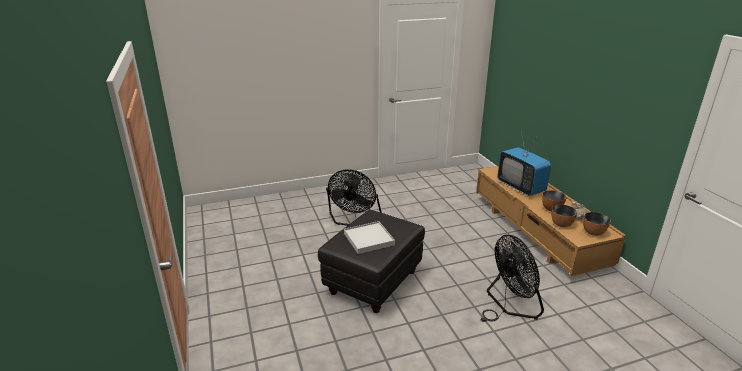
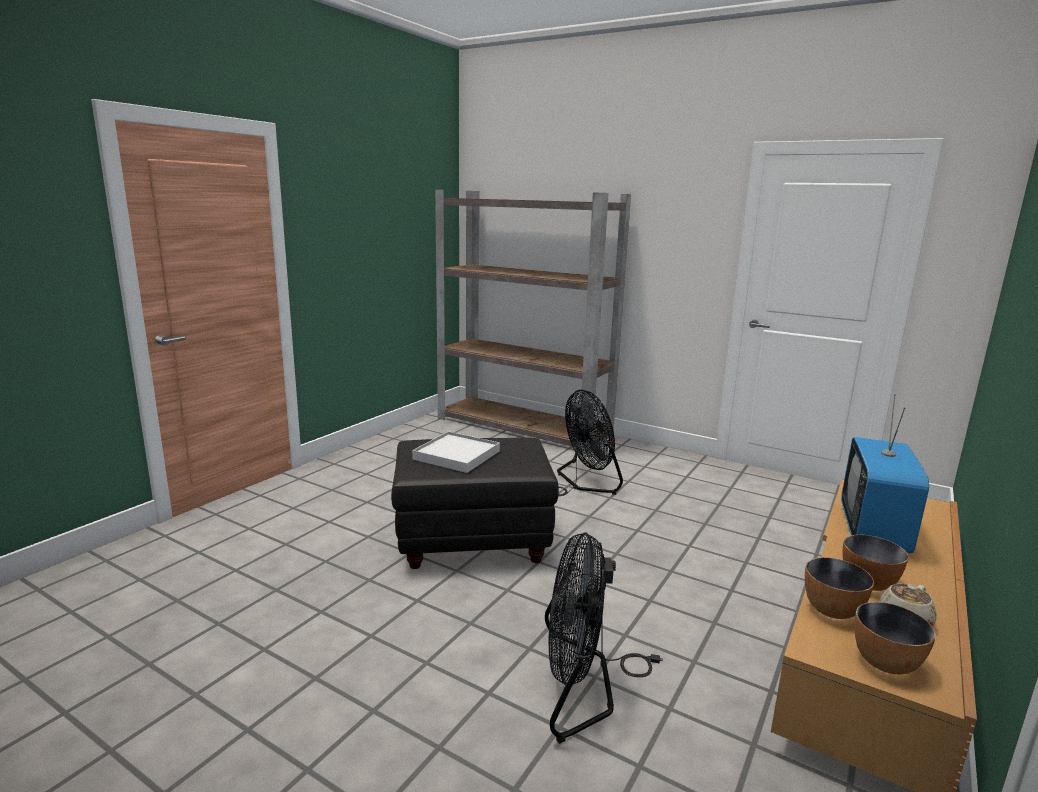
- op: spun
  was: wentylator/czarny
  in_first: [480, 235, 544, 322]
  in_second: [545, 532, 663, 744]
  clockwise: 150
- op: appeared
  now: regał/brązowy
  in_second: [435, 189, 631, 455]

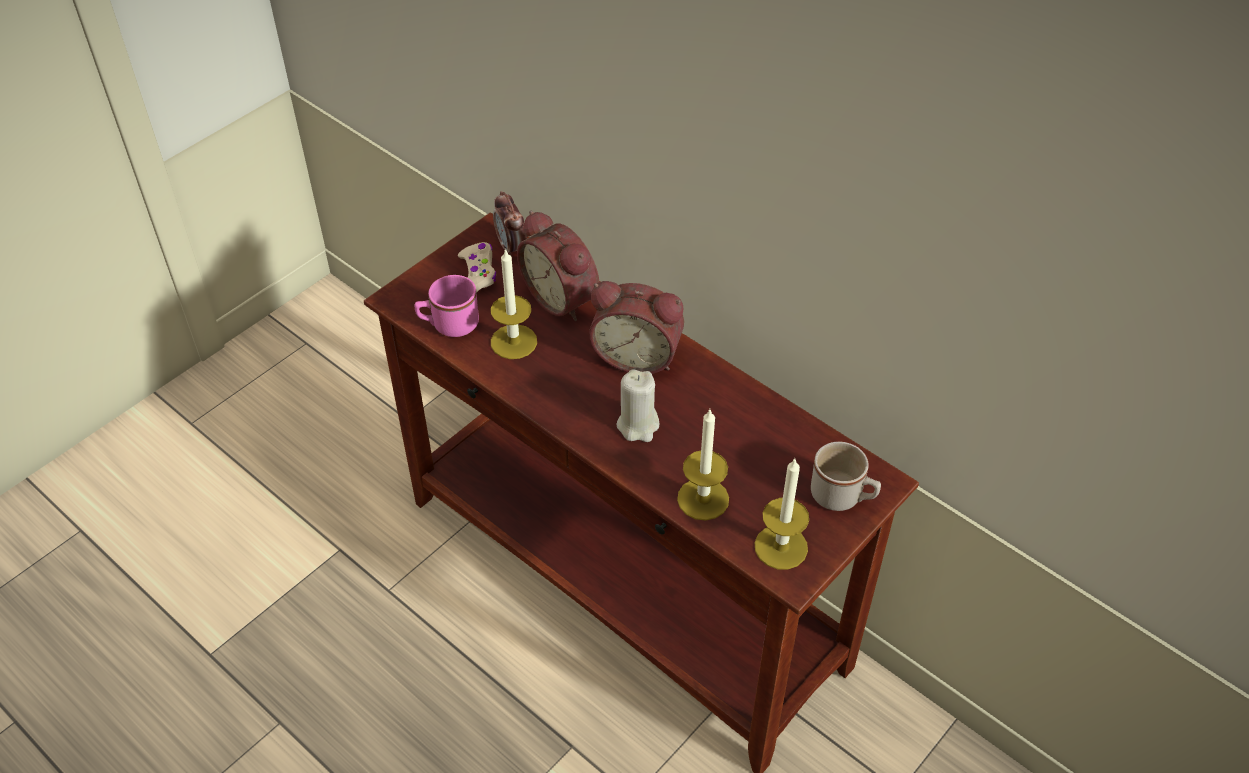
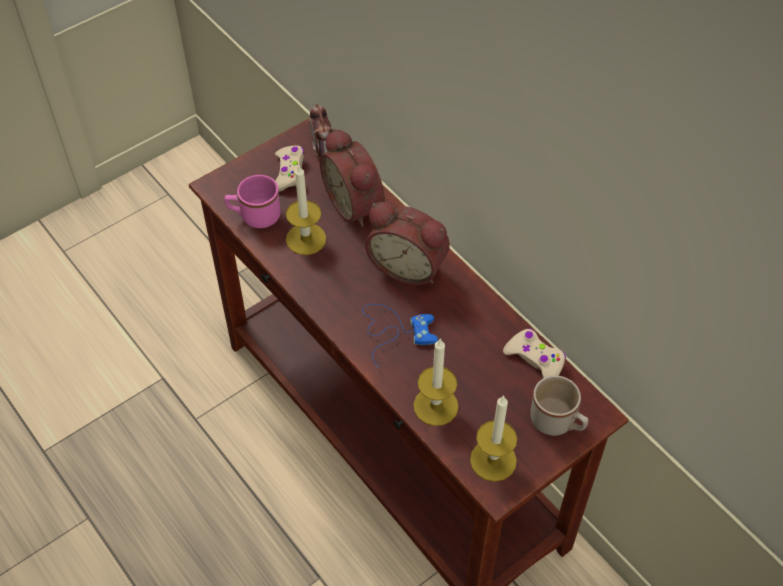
- op: exchanged
  was: świeca/beżowy
  now: pad do gier/niebieski
  in_first: [617, 369, 659, 442]
  in_second: [362, 304, 438, 369]
- op: appeared
  now: pad do gier/beżowy
  in_second: [503, 328, 566, 378]

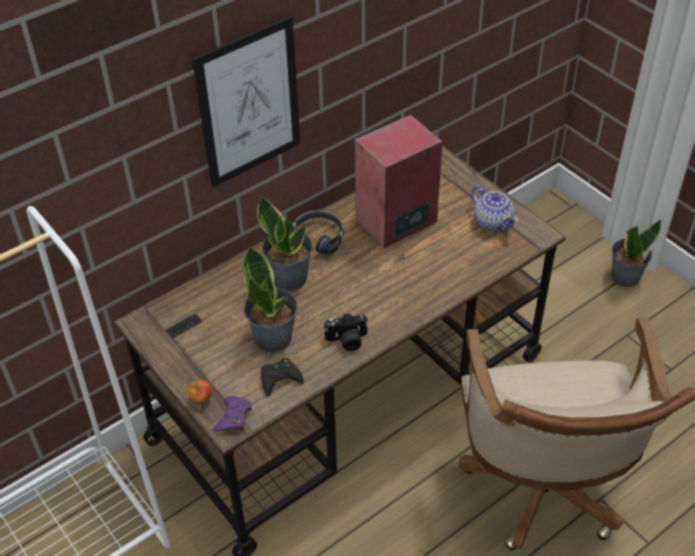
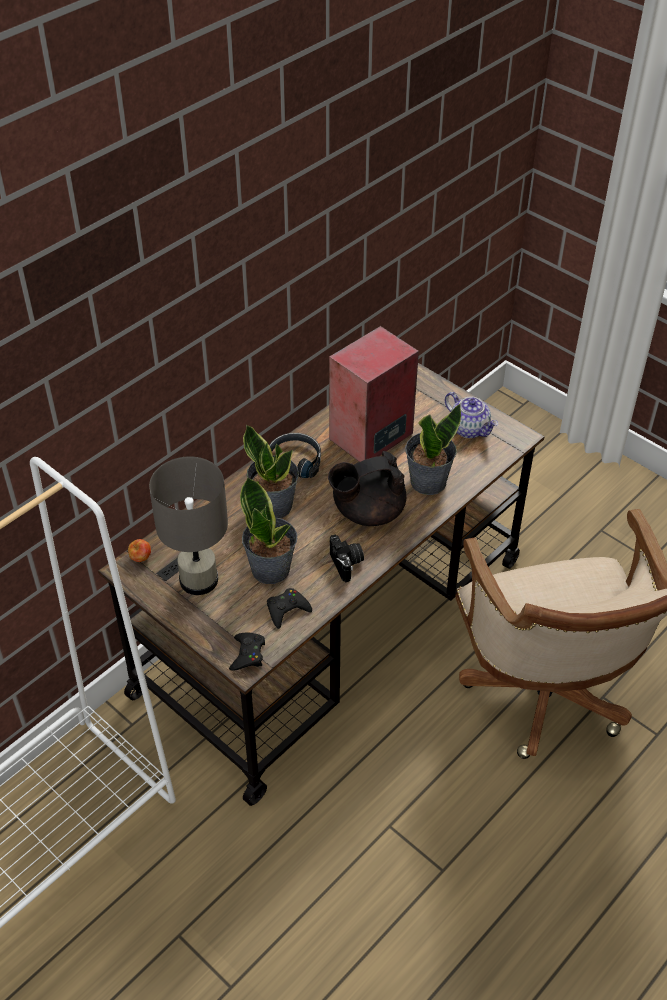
- op: relocated
  was: jabłko
  in_first: [189, 380, 212, 403]
  in_second: [128, 539, 151, 562]
- op: missing
  was: obraz
  in_first: [192, 16, 300, 187]
- op: colour
  was: pad do gier/fioletowy
  now: pad do gier/czarny
  in_first: [213, 396, 252, 432]
  in_second: [229, 633, 265, 671]
- op: spun
  was: aparat fotograficzny
  in_first: [324, 313, 368, 351]
  in_second: [330, 535, 364, 582]
  clockwise: -90
- op: relocated
  was: roślina doniczkowa
  in_first: [612, 220, 661, 287]
  in_second: [405, 404, 461, 495]
- op: appeared
  now: lampa stołowa/szary
  in_second: [149, 456, 228, 595]
- op: appeared
  now: imbryk/czarny
  in_second: [328, 451, 407, 526]

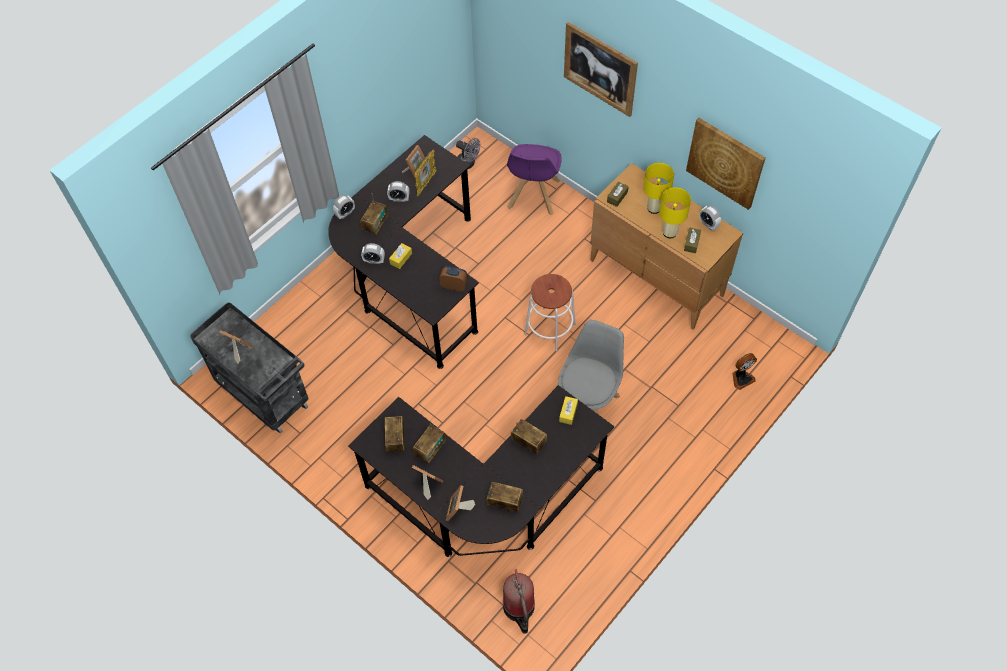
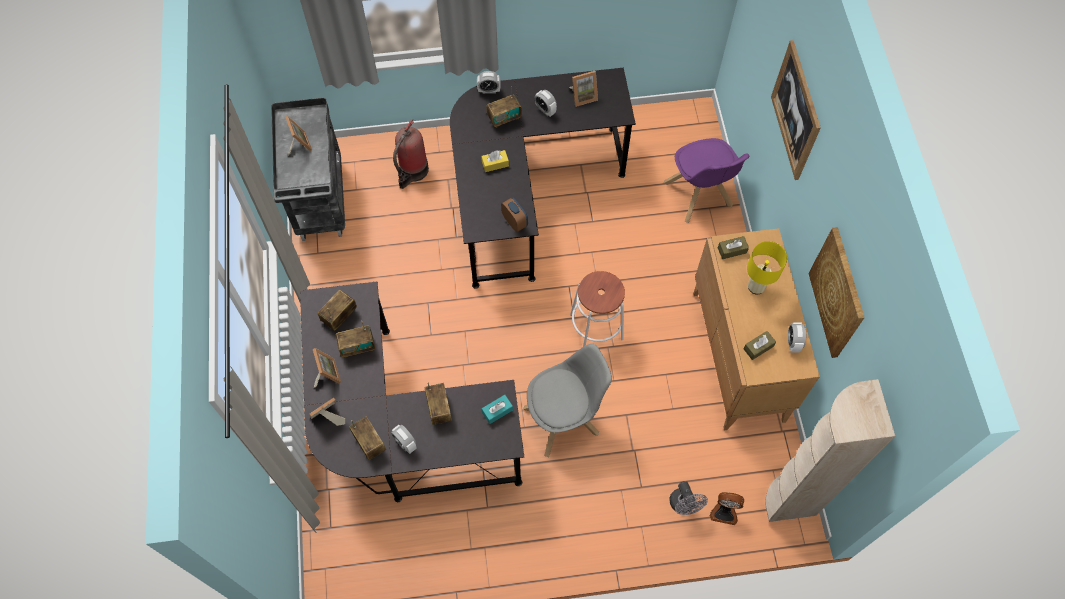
- op: relocated
  was: budzik
  in_first: [361, 243, 385, 264]
  in_second: [391, 425, 417, 454]
- op: missing
  was: ramka na zdjęcie
  in_first: [414, 149, 436, 196]
- op: relocated
  was: wentylator/szary
  in_first: [456, 138, 480, 169]
  in_second: [670, 481, 708, 515]
- op: relocated
  was: gaśnica
  in_first: [503, 569, 535, 634]
  in_second: [393, 119, 429, 189]
- op: spun
  was: krzesło/fioletowy
  in_first: [507, 144, 562, 215]
  in_second: [664, 138, 750, 223]
  clockwise: -75
- op: colour
  was: pudełko chusteczek/żółty
  now: pudełko chusteczek/turkusowy
  in_first: [559, 396, 578, 425]
  in_second: [482, 395, 513, 424]
- op: missing
  was: lampa stołowa/żółty
  in_first: [659, 187, 691, 238]
- op: appeared
  now: regał/beżowy
  in_second: [765, 379, 895, 522]

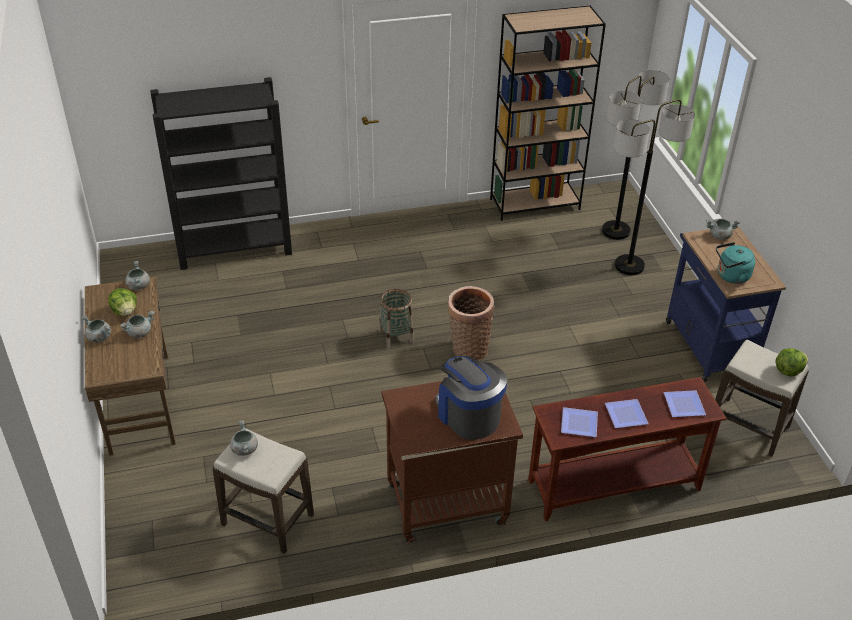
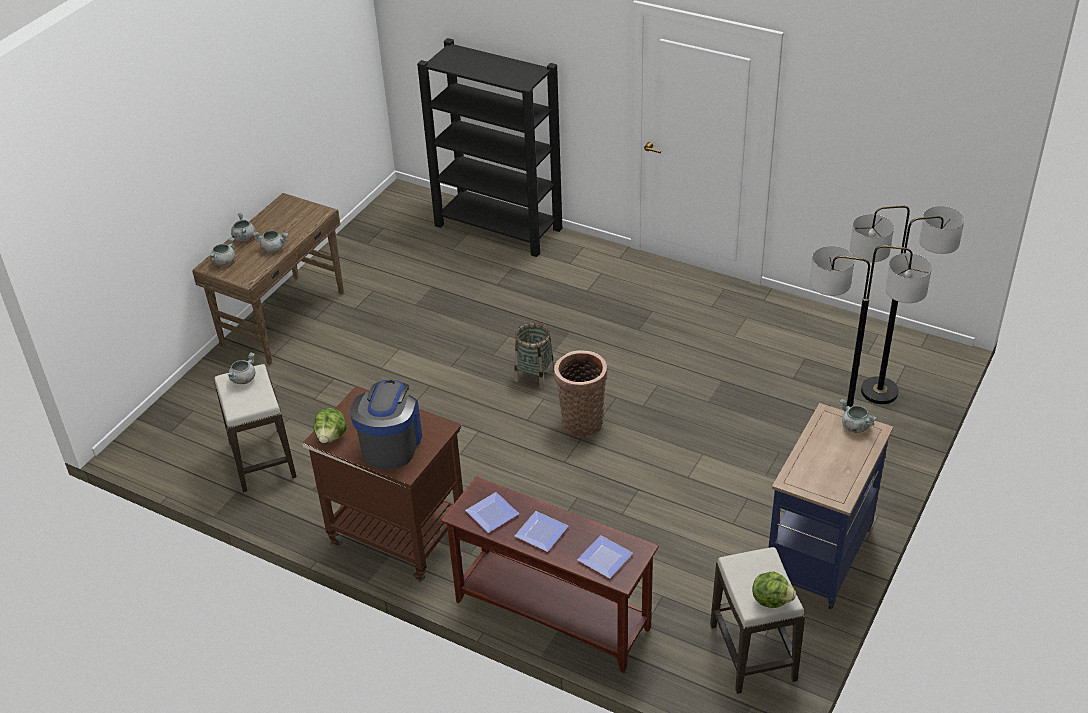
- op: relocated
  was: sałata
  in_first: [108, 288, 137, 316]
  in_second: [313, 408, 347, 443]
- op: relocated
  was: garnek/szary
  in_first: [125, 261, 150, 290]
  in_second: [209, 237, 235, 266]
- op: missing
  was: regał/beżowy
  in_first: [490, 6, 606, 221]
- op: missing
  was: czajnik/turkusowy
  in_first: [716, 242, 755, 284]

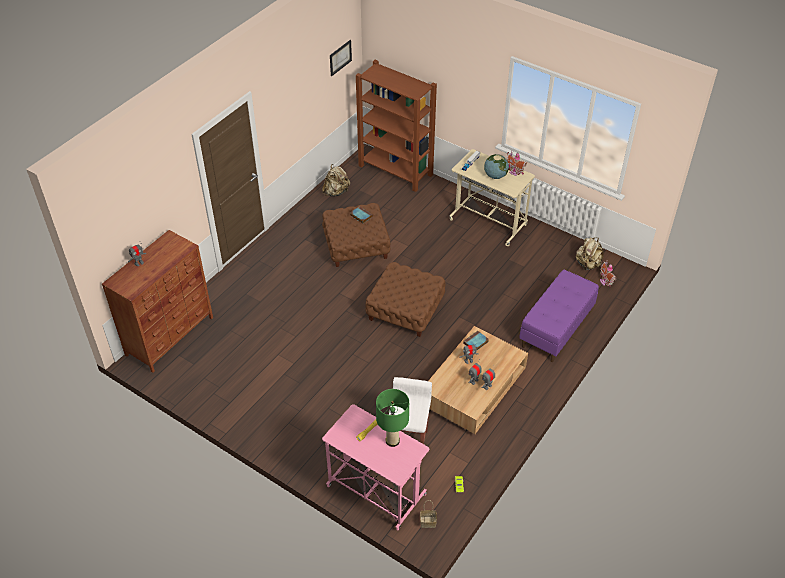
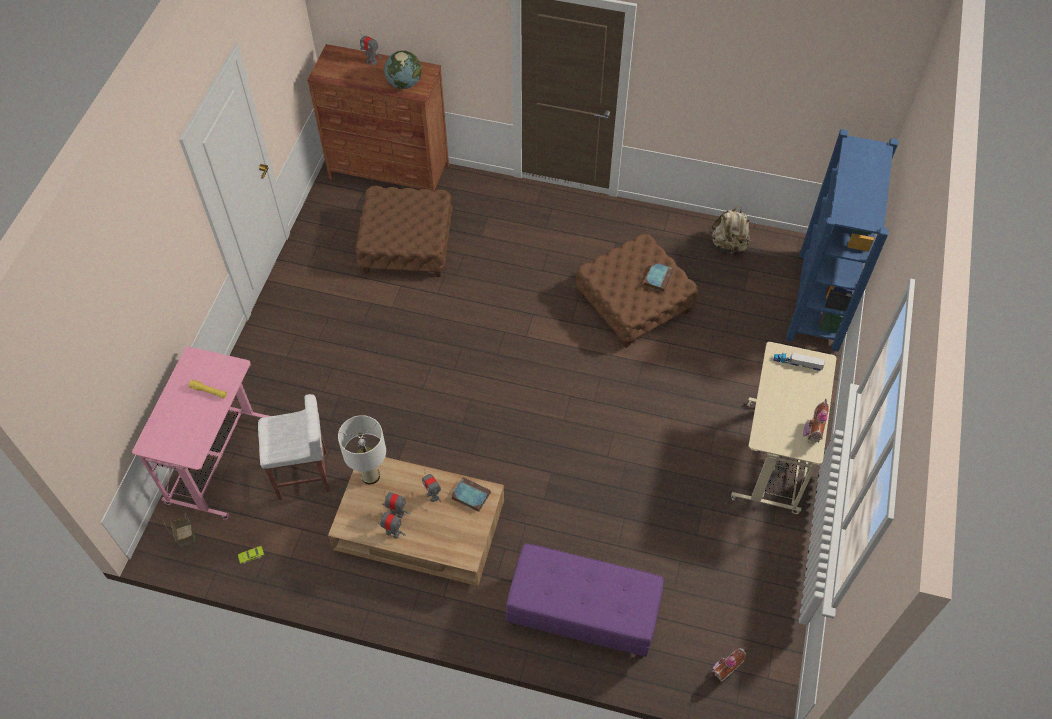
- op: missing
  was: obraz
  in_first: [330, 40, 352, 76]
- op: colour
  was: regał/brązowy
  now: regał/niebieski
  in_first: [356, 60, 437, 192]
  in_second: [786, 129, 898, 351]
- op: relocated
  was: pufa/brązowy
  in_first: [365, 262, 446, 337]
  in_second: [355, 186, 453, 277]
- op: missing
  was: lampa stołowa/zielony
  in_first: [376, 389, 409, 447]
- op: relocated
  was: globus
  in_first: [484, 154, 509, 179]
  in_second: [384, 51, 422, 89]
- op: missing
  was: plecak/beżowy
  in_first: [576, 237, 604, 271]
- op: appeared
  now: lampa stołowa/biały
  in_second: [338, 415, 386, 485]

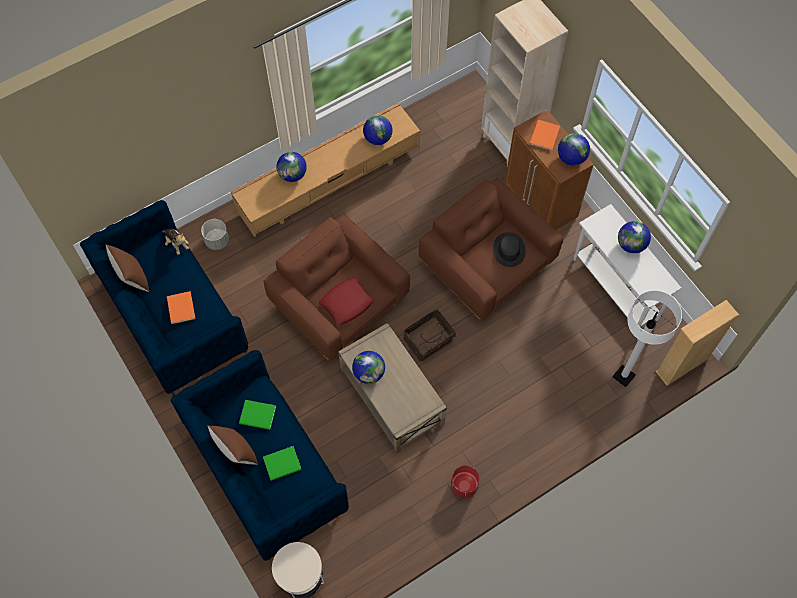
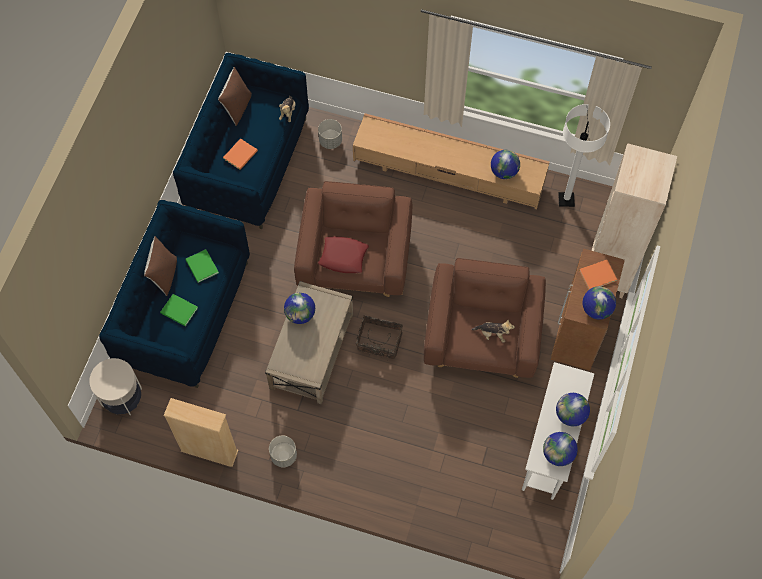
- op: relocated
  was: globus
  in_first: [277, 152, 307, 182]
  in_second: [543, 432, 578, 466]
- op: colour
  was: donica/czerwony
  now: donica/szary
  in_first: [451, 465, 480, 498]
  in_second: [269, 436, 297, 467]
- op: exchanged
  was: kapelusz/czarny
  now: pluszak
  in_first: [493, 232, 526, 267]
  in_second: [472, 320, 515, 343]
- op: relocated
  was: lampa stojąca/biały
  in_first: [612, 290, 682, 387]
  in_second: [558, 104, 610, 207]
- op: relocated
  was: regał/beżowy
  in_first: [656, 300, 739, 385]
  in_second: [163, 398, 239, 467]

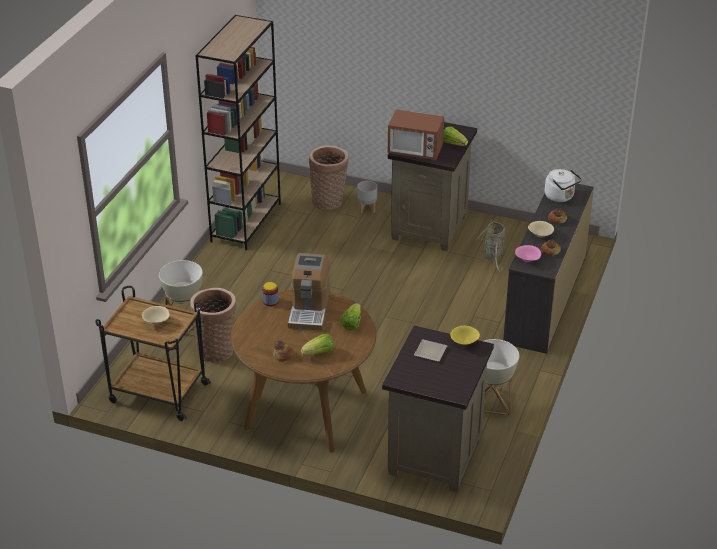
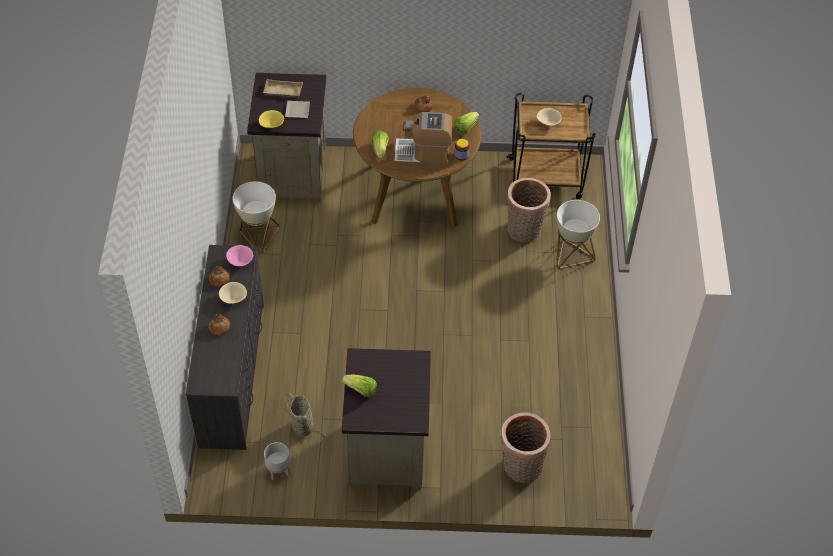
- op: missing
  was: regał/beżowy
  in_first: [195, 15, 281, 250]
- op: spun
  was: ekspres do kawy
  in_first: [288, 253, 330, 331]
  in_second: [394, 112, 452, 167]
  clockwise: -75
- op: relocated
  was: sałata
  in_first: [301, 334, 334, 355]
  in_second: [454, 112, 479, 135]
- op: relocated
  was: donica/szary
  in_first: [357, 181, 377, 213]
  in_second: [264, 442, 290, 480]
- op: missing
  was: mikrofalówka
  in_first: [388, 110, 444, 160]
- op: missing
  was: czajnik/biały
  in_first: [545, 169, 582, 202]
- op: appeared
  now: taca/beżowy
  in_second: [263, 79, 303, 98]

